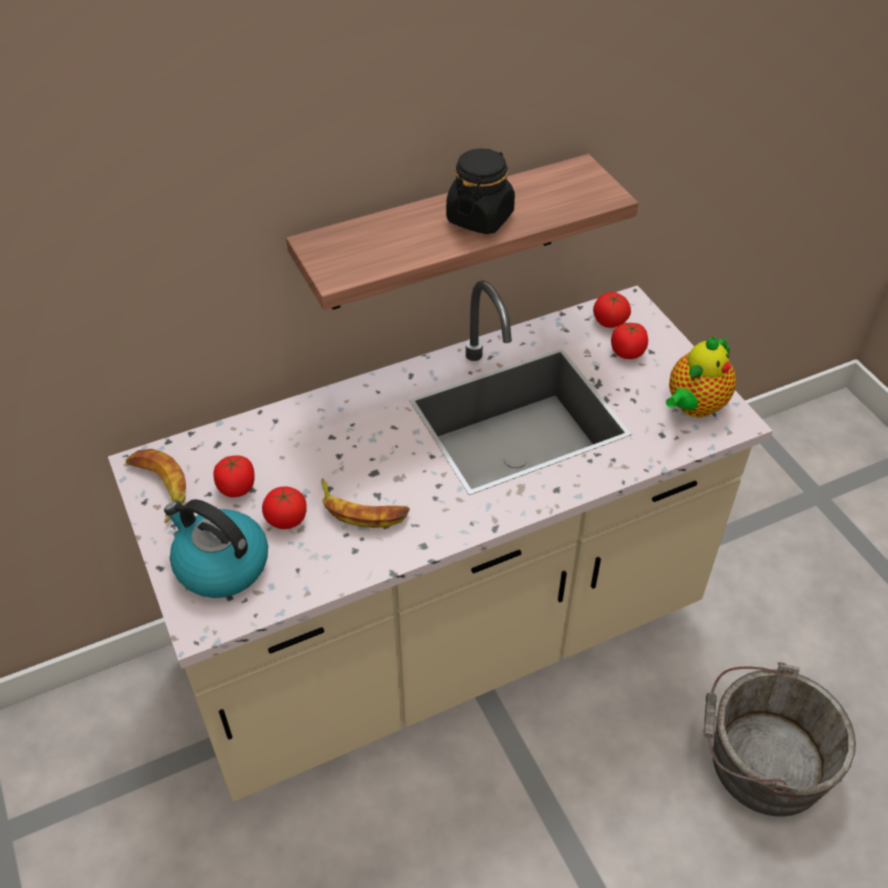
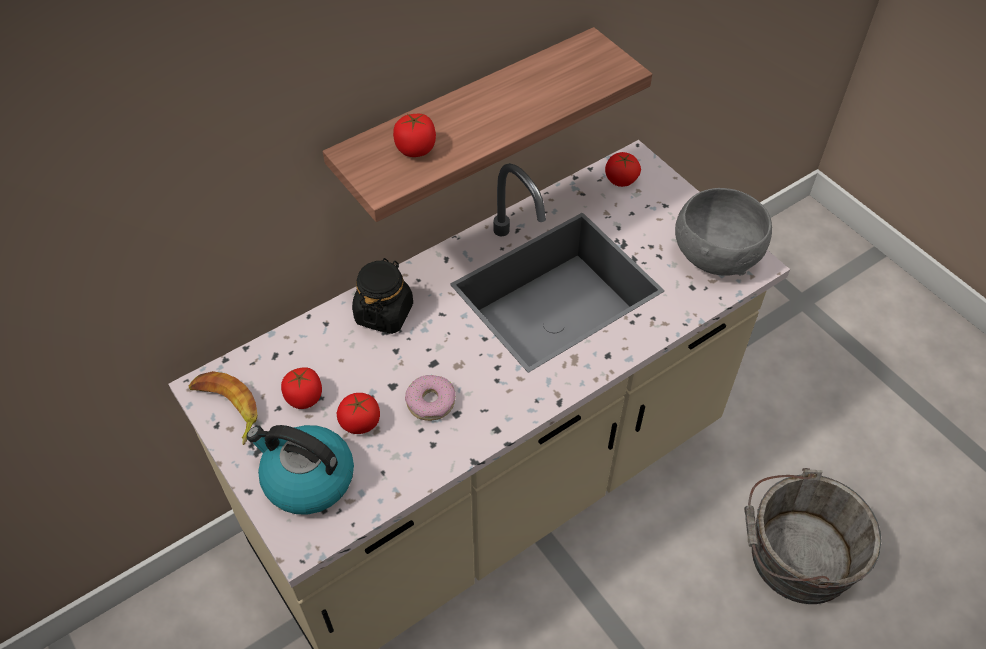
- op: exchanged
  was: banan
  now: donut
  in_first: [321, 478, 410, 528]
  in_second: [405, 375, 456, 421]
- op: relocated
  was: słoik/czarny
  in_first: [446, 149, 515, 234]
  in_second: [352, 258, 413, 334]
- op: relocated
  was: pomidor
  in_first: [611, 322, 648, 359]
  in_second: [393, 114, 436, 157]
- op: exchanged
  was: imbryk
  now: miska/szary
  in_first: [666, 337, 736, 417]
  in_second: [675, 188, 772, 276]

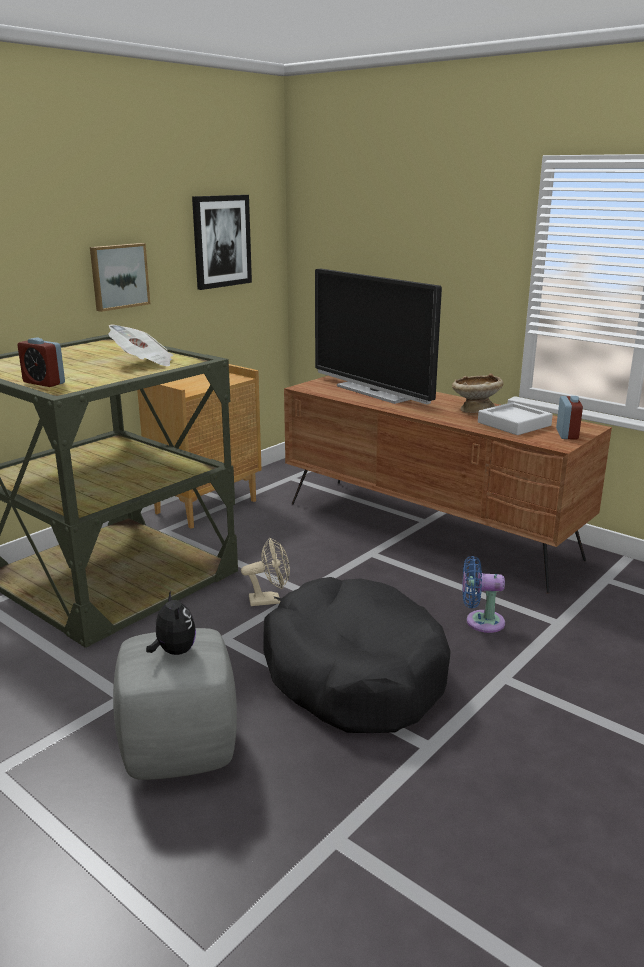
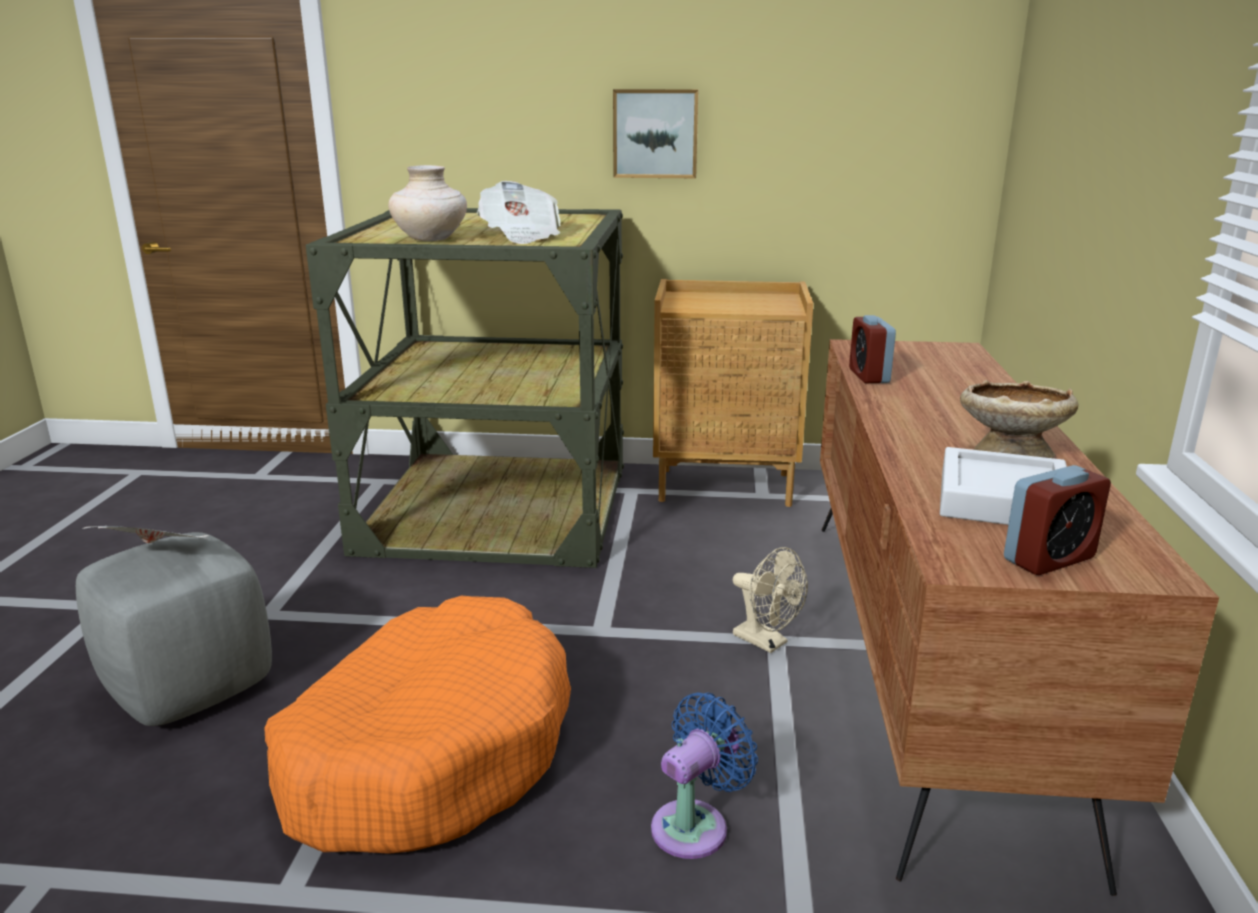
- op: relocated
  was: budzik
  in_first: [18, 338, 65, 387]
  in_second: [849, 315, 896, 383]
- op: exchanged
  was: pluszak
  now: gazeta
  in_first: [146, 590, 196, 655]
  in_second: [82, 526, 209, 543]
- op: missing
  was: obraz
  in_first: [192, 195, 252, 290]
- op: relocated
  was: wentylator/beżowy
  in_first: [241, 537, 290, 606]
  in_second: [733, 547, 808, 653]
- op: colour
  was: legowisko/czarny
  now: legowisko/pomarańczowy
  in_first: [264, 577, 450, 733]
  in_second: [265, 596, 571, 854]
- op: missing
  was: telewizor
  in_first: [315, 269, 442, 404]
- op: spun
  was: wentylator/niebieski
  in_first: [462, 556, 505, 633]
  in_second: [651, 692, 758, 859]
  clockwise: 75
- op: appeared
  now: wazon/beżowy
  in_second: [388, 165, 467, 241]

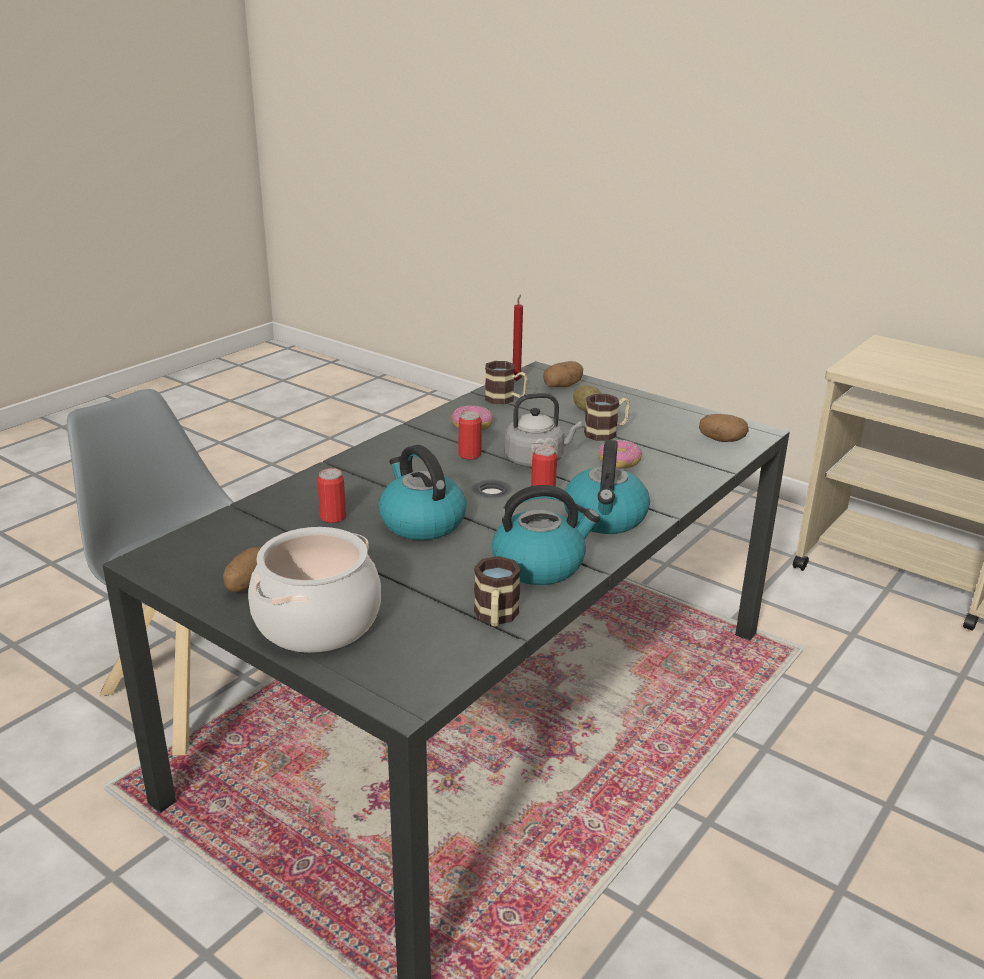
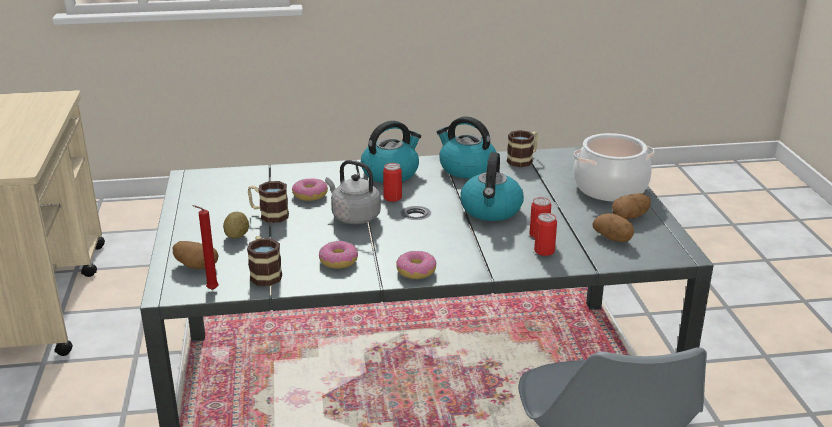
- op: relocated
  was: puszka
  in_first: [459, 411, 482, 460]
  in_second: [534, 213, 557, 256]
- op: relocated
  was: ziemniak
  in_first: [699, 414, 749, 442]
  in_second: [592, 213, 634, 242]
- op: appeared
  now: donut
  in_second: [396, 251, 436, 279]

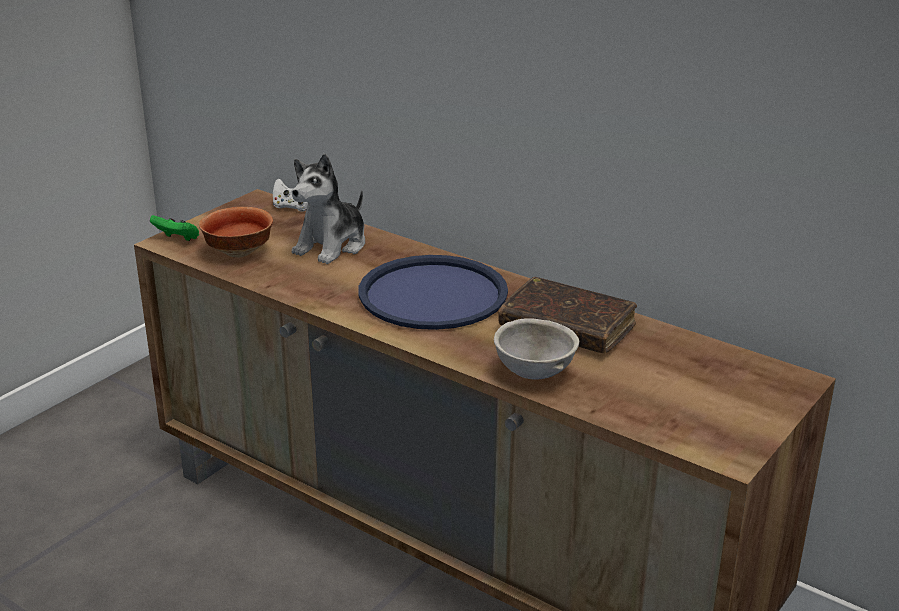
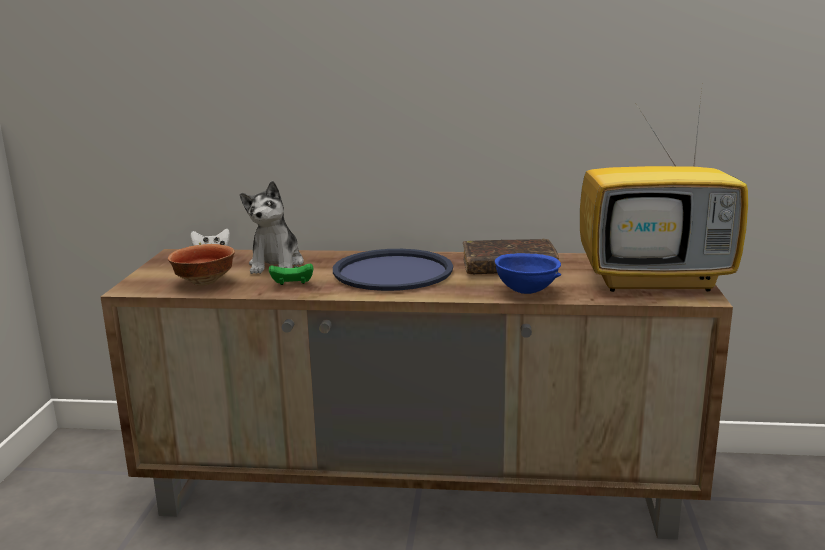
- op: relocated
  was: pad do gier/zielony
  in_first: [150, 215, 199, 241]
  in_second: [269, 264, 313, 285]
- op: colour
  was: miska/szary
  now: miska/niebieski
  in_first: [494, 318, 579, 380]
  in_second: [495, 253, 561, 294]
- op: appeared
  now: telewizor
  in_second: [580, 90, 748, 292]

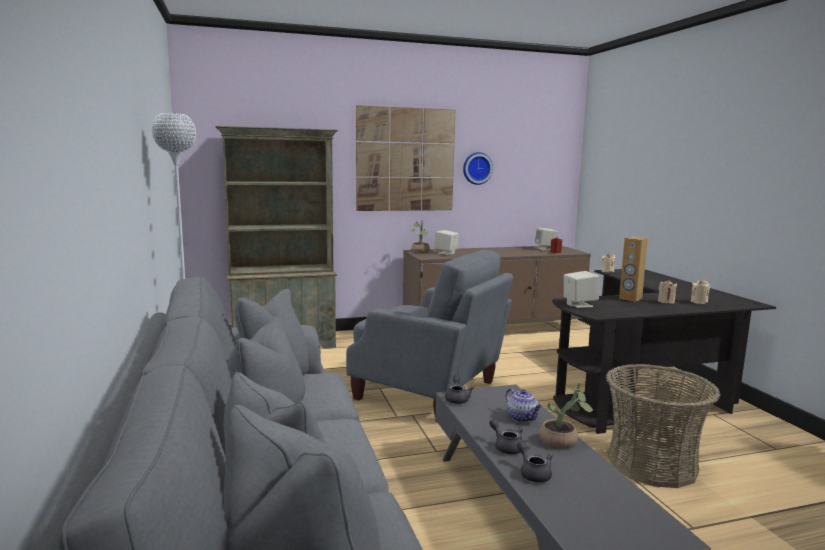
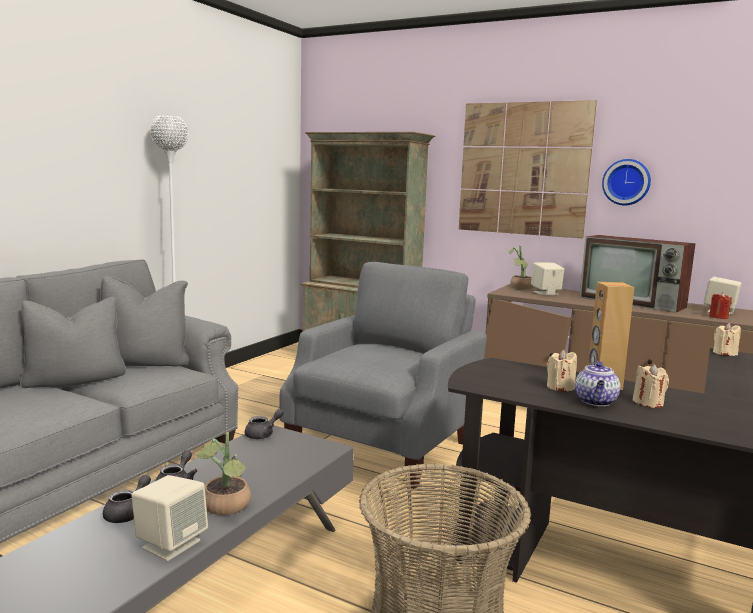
- op: spun
  was: fotel/szary
  in_first: [346, 250, 513, 422]
  in_second: [279, 262, 487, 489]
  clockwise: -135
- op: relocated
  was: imbryk
  in_first: [506, 388, 542, 422]
  in_second: [575, 362, 620, 406]
- op: relocated
  was: głośnik/beżowy
  in_first: [564, 271, 599, 308]
  in_second: [131, 475, 208, 561]
- op: relocated
  was: świeca/beżowy
  in_first: [690, 280, 710, 304]
  in_second: [547, 350, 577, 391]
- op: appeared
  now: telewizor
  in_second: [579, 235, 696, 313]

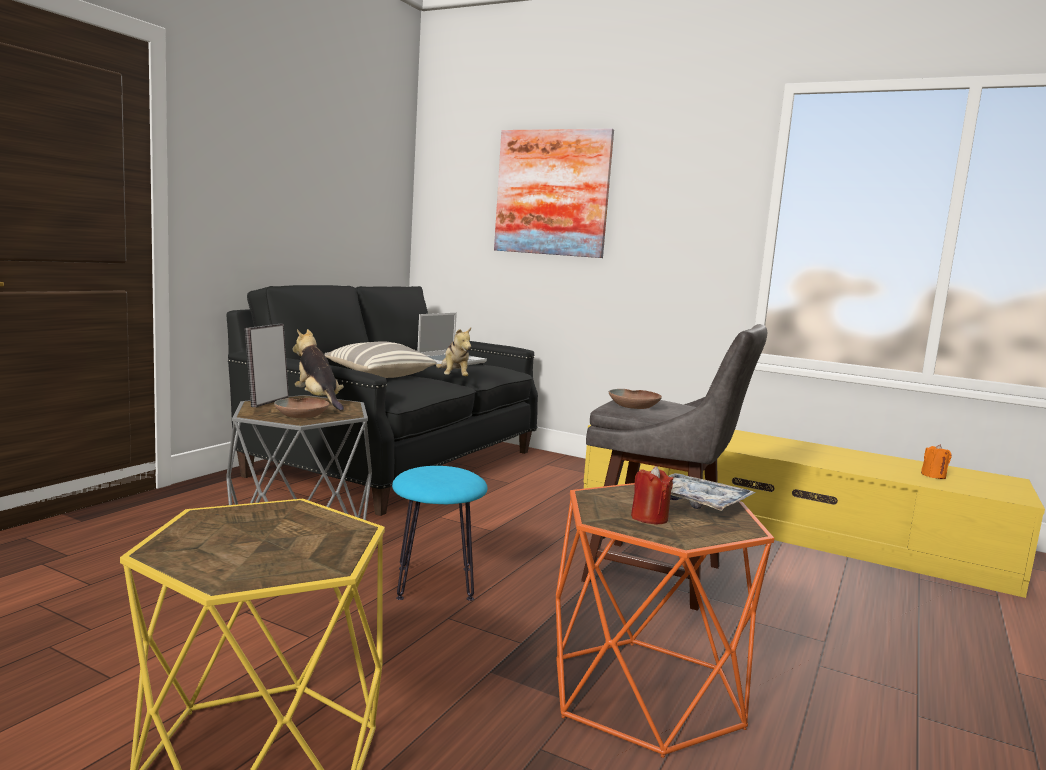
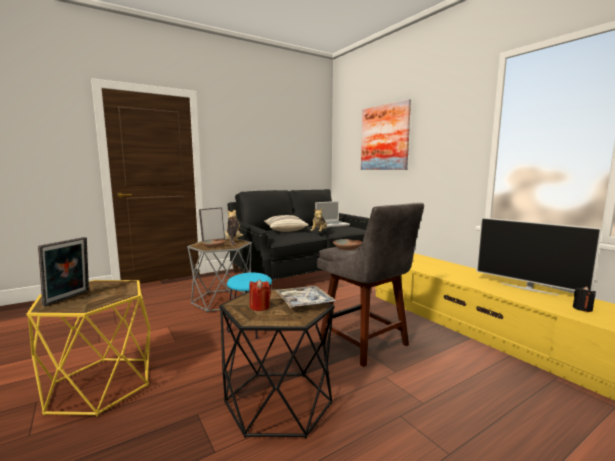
- op: colour
  was: stolik/pomarańczowy
  now: stolik/czarny
  in_first: [556, 483, 774, 758]
  in_second: [219, 289, 335, 438]
- op: colour
  was: świeca/pomarańczowy
  now: świeca/czarny
  in_first: [921, 444, 952, 479]
  in_second: [573, 287, 596, 312]
- op: appeared
  now: ramka na zdjęcie
  in_second: [38, 237, 89, 307]
- op: appeared
  now: telewizor
  in_second: [476, 217, 602, 296]

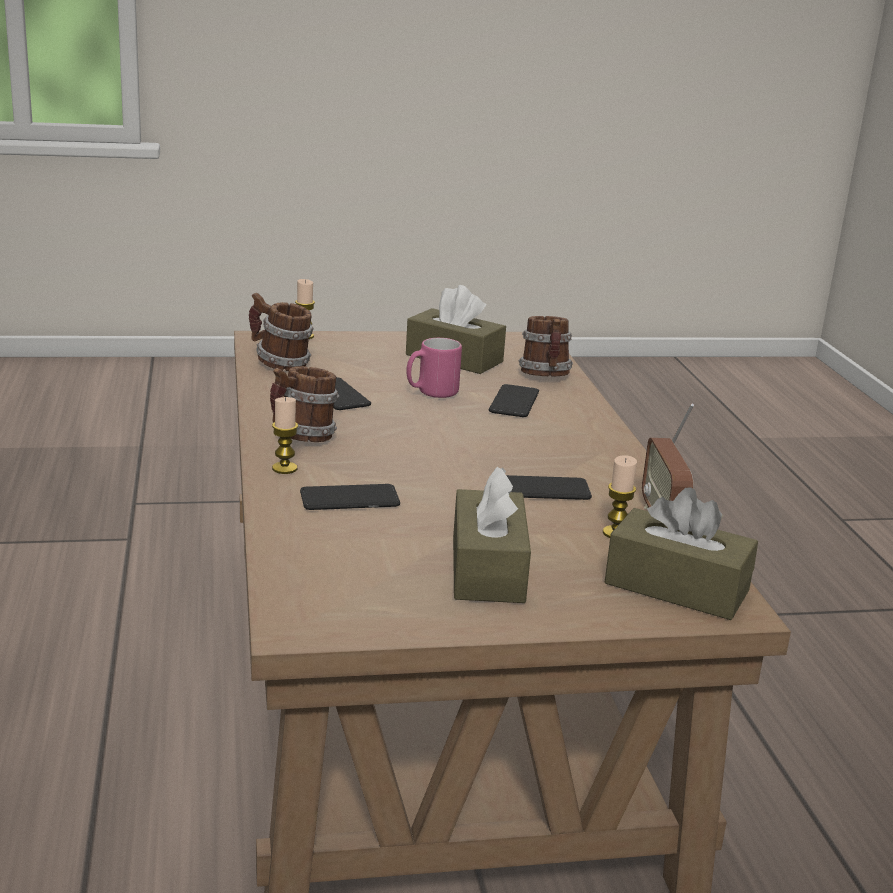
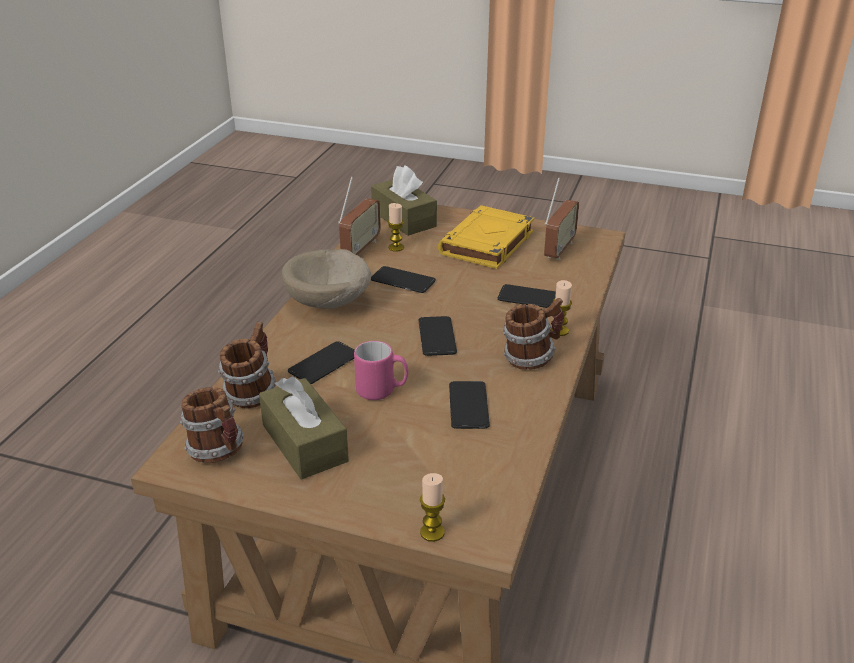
- op: relocated
  was: kubek
  in_first: [249, 293, 314, 371]
  in_second: [180, 387, 244, 463]
- op: exchanged
  was: pudełko chusteczek/brązowy
  now: książka/żółty
  in_first: [453, 467, 531, 603]
  in_second: [438, 205, 534, 269]
- op: appeared
  now: miska/beżowy
  in_second: [282, 249, 371, 309]
- op: appeared
  now: telefon
  in_second: [418, 316, 457, 356]
- op: appeared
  now: radio
  in_second: [544, 177, 579, 260]

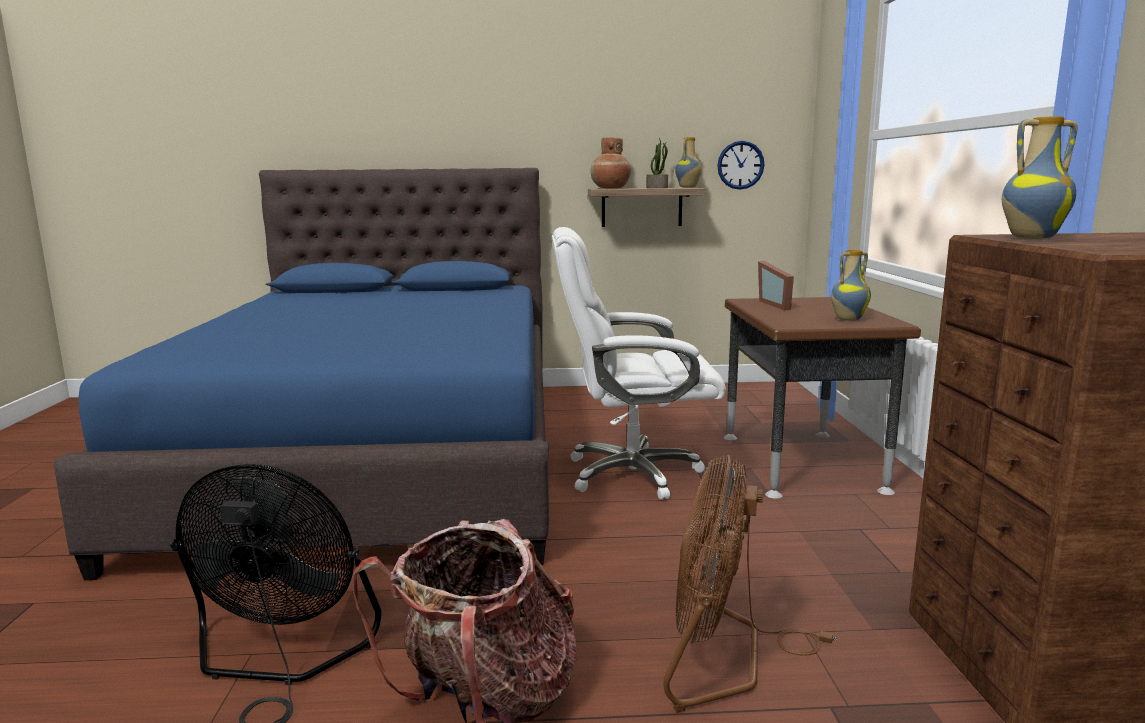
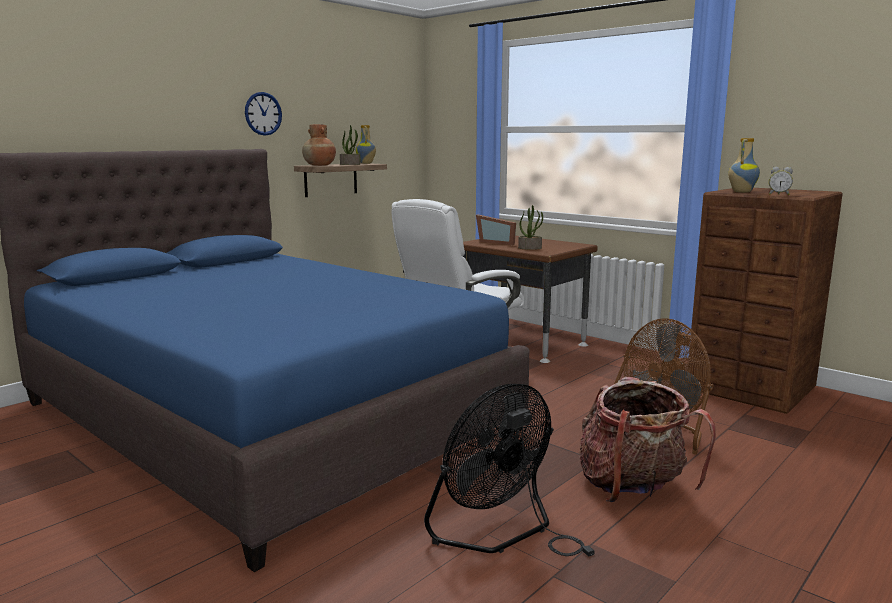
- op: relocated
  was: zegar ścienny
  in_first: [717, 141, 764, 190]
  in_second: [245, 92, 282, 136]
- op: missing
  was: wazon
  in_first: [831, 250, 871, 321]
- op: appeared
  now: roślina doniczkowa
  in_second: [518, 205, 543, 250]
- op: appeared
  now: budzik
  in_second: [769, 167, 793, 195]

